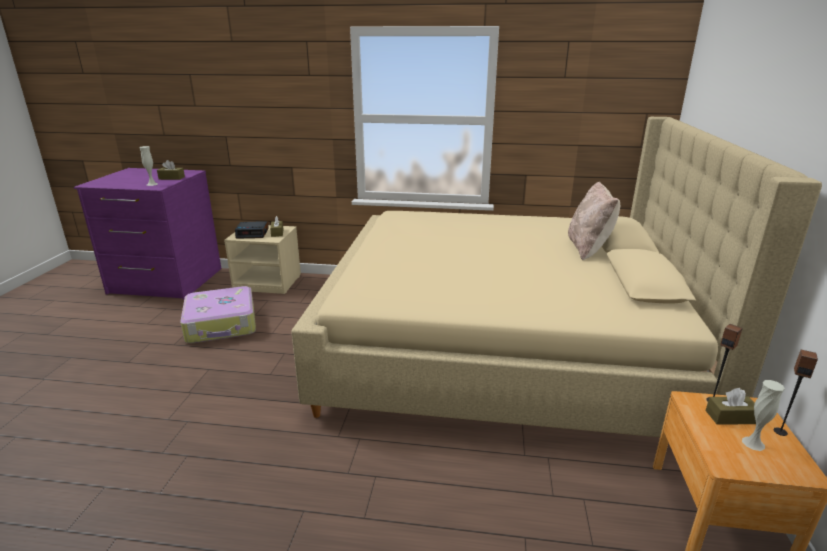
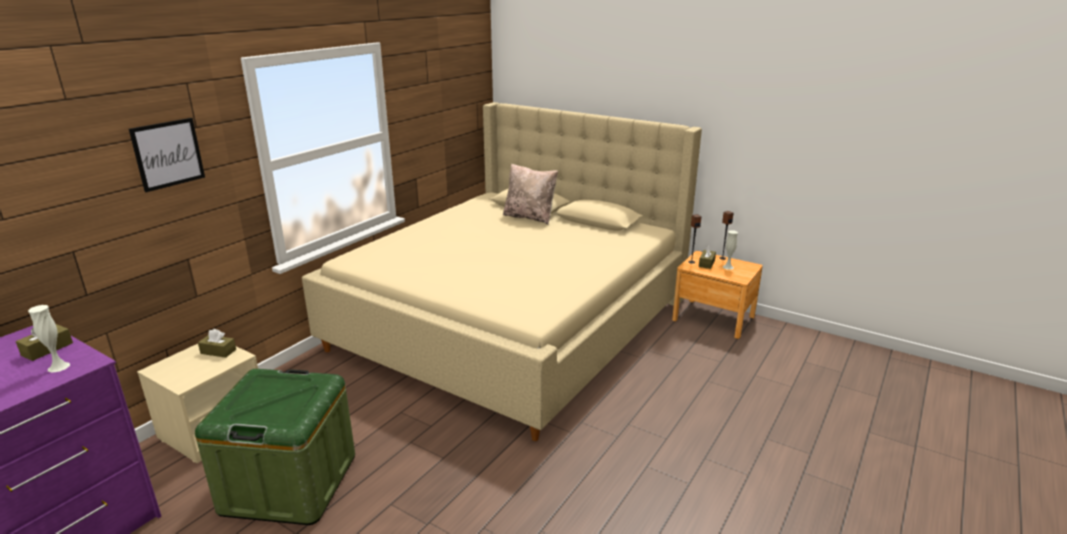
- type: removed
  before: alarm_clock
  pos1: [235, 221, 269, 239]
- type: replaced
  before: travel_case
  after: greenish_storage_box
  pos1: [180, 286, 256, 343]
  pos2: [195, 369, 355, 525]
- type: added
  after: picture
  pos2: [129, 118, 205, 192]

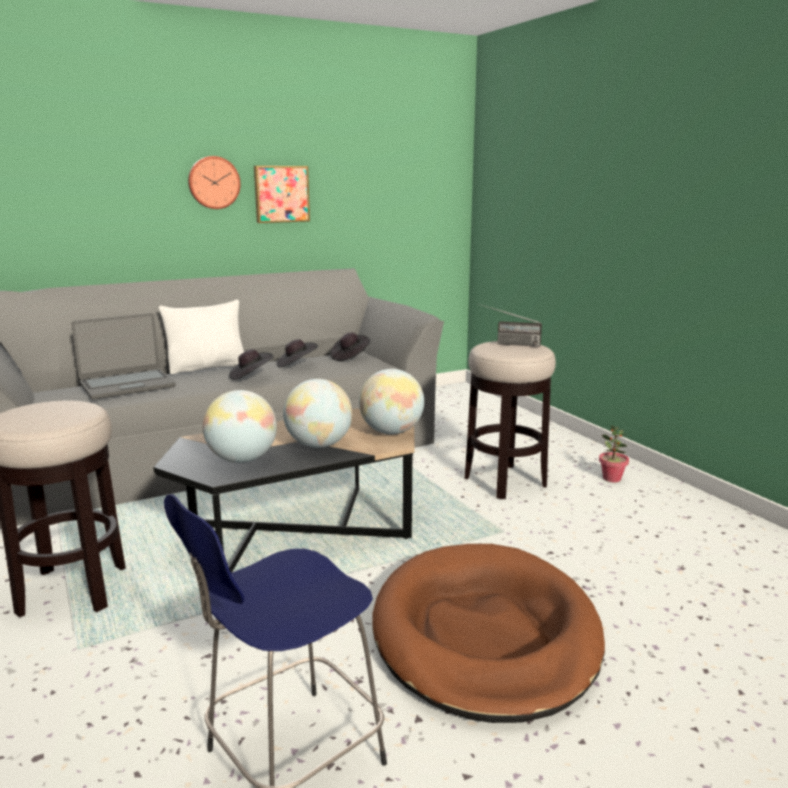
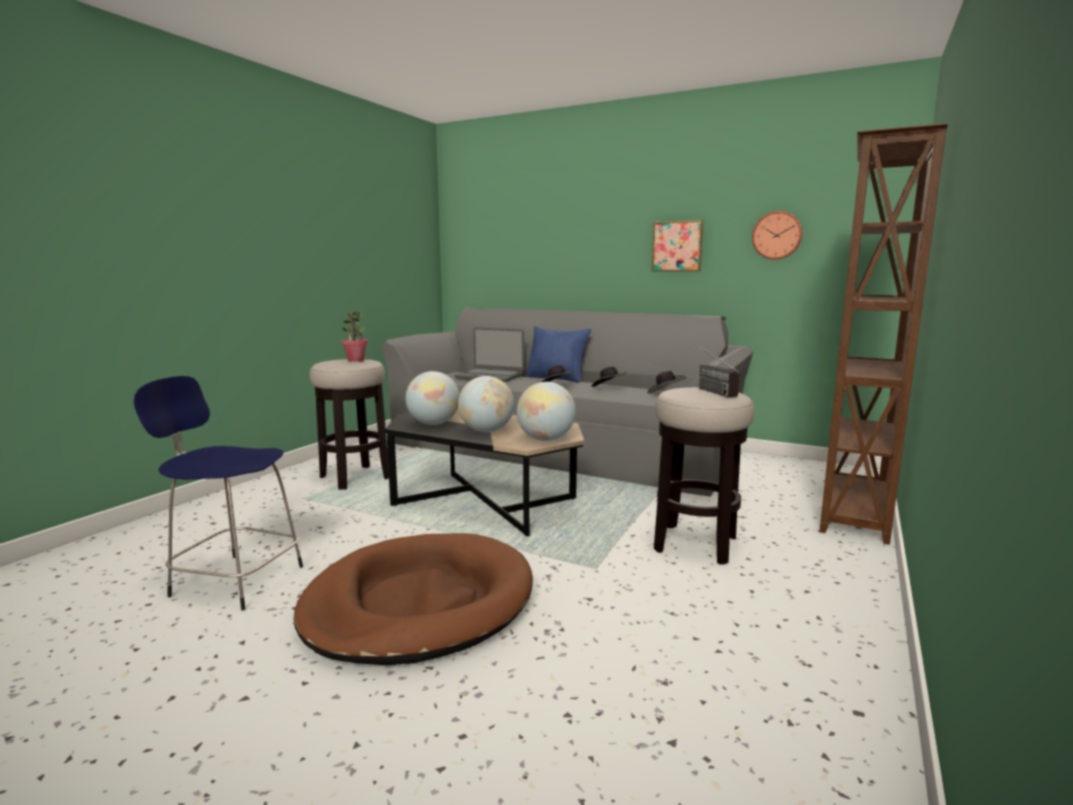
- type: moved
  before: wall_clock
  pos1: [188, 156, 241, 209]
  pos2: [752, 211, 802, 260]
- type: recoloured
  before: white-coloured_cushion
  after: bluish_cushion
  pos1: [159, 300, 244, 374]
  pos2: [526, 326, 591, 383]
- type: moved
  before: plant_in_a_pot
  pos1: [599, 425, 629, 482]
  pos2: [341, 312, 368, 362]
- type: added
  after: brown-coloured_shelving_unit
  pos2: [819, 123, 948, 545]

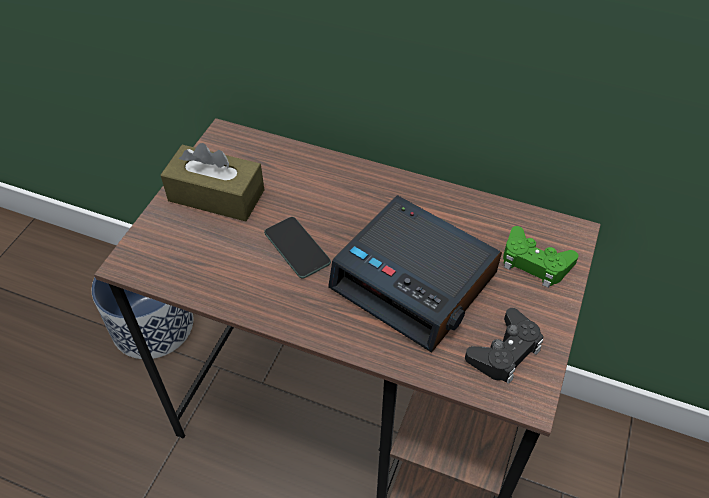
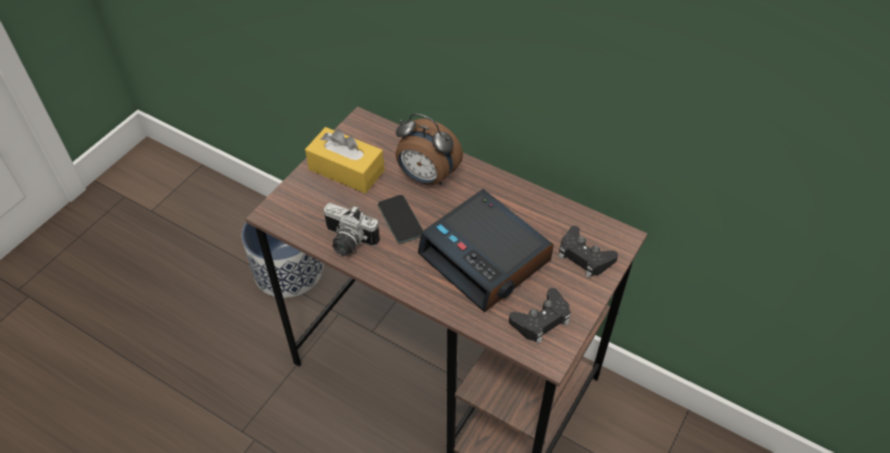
- type: recoloured
  before: brown-coloured_box_of_tissues
  after: yellow-coloured_box_of_tissues
  pos1: [161, 143, 264, 221]
  pos2: [305, 127, 385, 194]
- type: recoloured
  before: greenish_gamepad
  after: black_gamepad
  pos1: [503, 226, 578, 288]
  pos2: [558, 226, 618, 278]
- type: added
  after: alarm_clock
  pos2: [395, 114, 463, 185]
- type: added
  after: still_camera
  pos2: [323, 203, 380, 256]

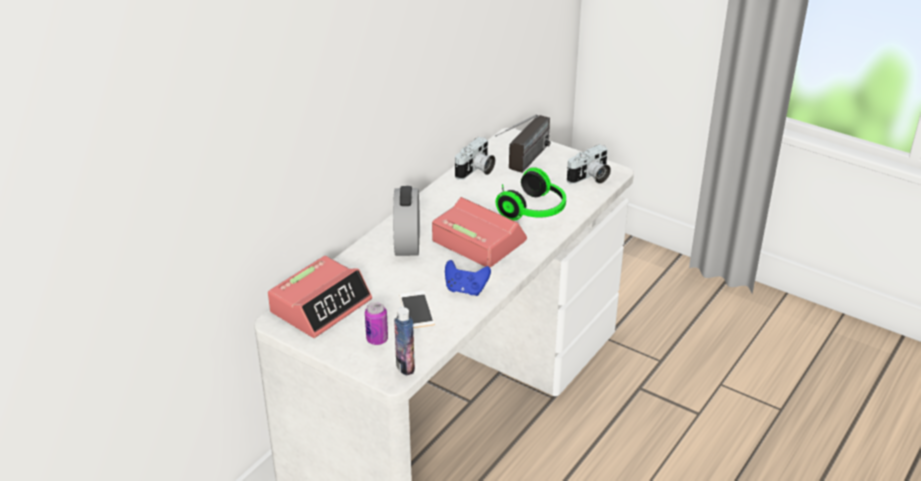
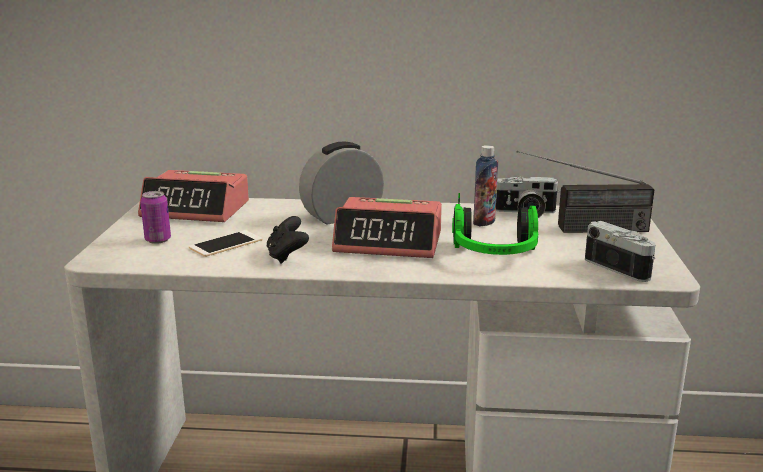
- type: turned
  before: still_camera
  pos1: [567, 144, 611, 184]
  pos2: [585, 221, 656, 282]
  turn: -150
- type: turned
  before: alarm_clock
  pos1: [432, 197, 527, 268]
  pos2: [332, 197, 442, 258]
  turn: 90
- type: recoloured
  before: bluish_gamepad
  after: black_gamepad
  pos1: [445, 260, 491, 296]
  pos2: [266, 216, 309, 264]
- type: moved
  before: drink_bottle
  pos1: [394, 307, 415, 375]
  pos2: [473, 145, 498, 227]

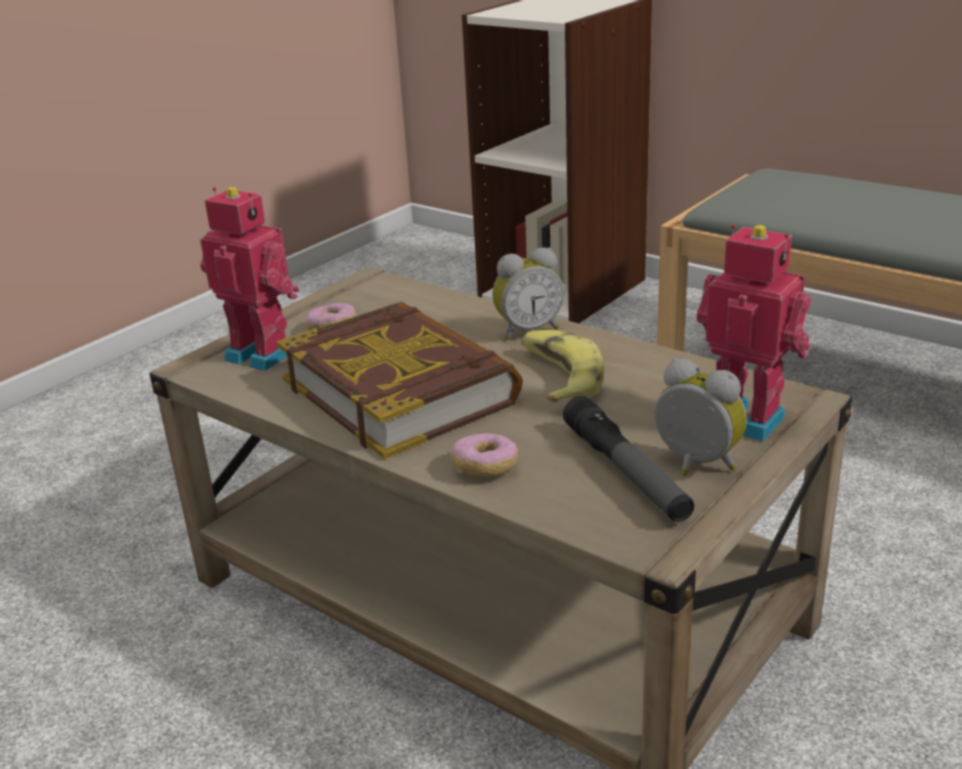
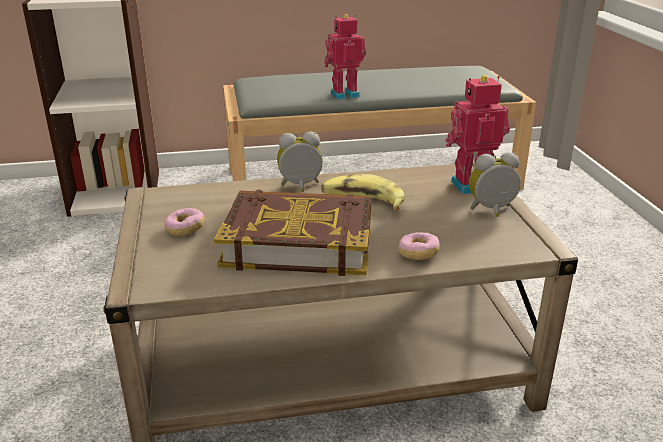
- type: moved
  before: toy_robot
  pos1: [200, 187, 300, 371]
  pos2: [324, 14, 366, 100]
- type: turned
  before: alarm_clock
  pos1: [492, 247, 564, 340]
  pos2: [277, 132, 323, 192]
  turn: -120
- type: removed
  before: torch
  pos1: [563, 396, 694, 522]

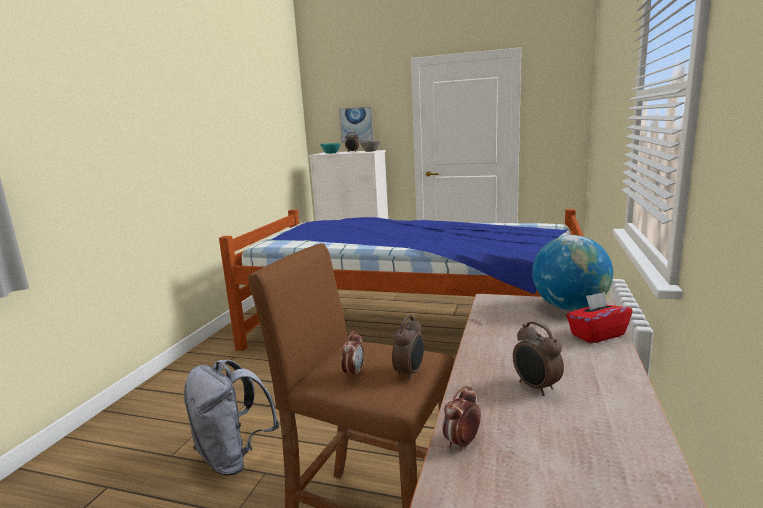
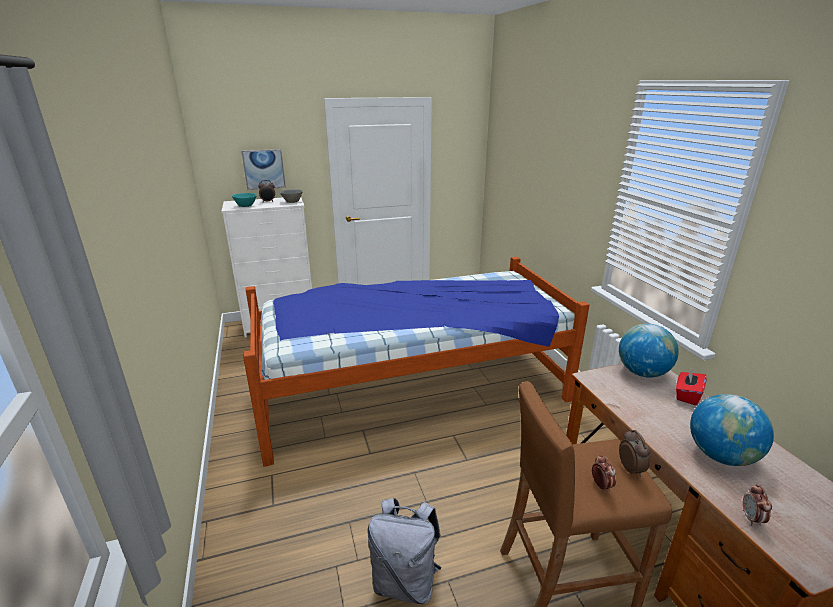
- type: replaced
  before: alarm_clock
  after: globe
  pos1: [513, 321, 564, 396]
  pos2: [690, 394, 774, 466]

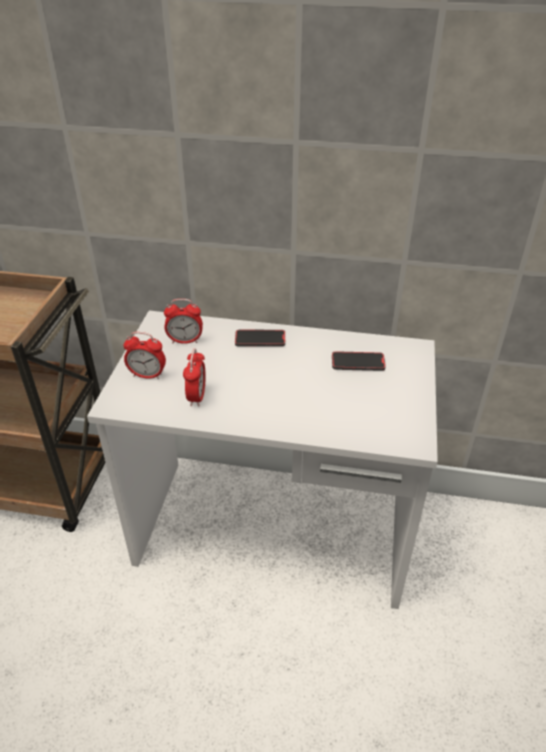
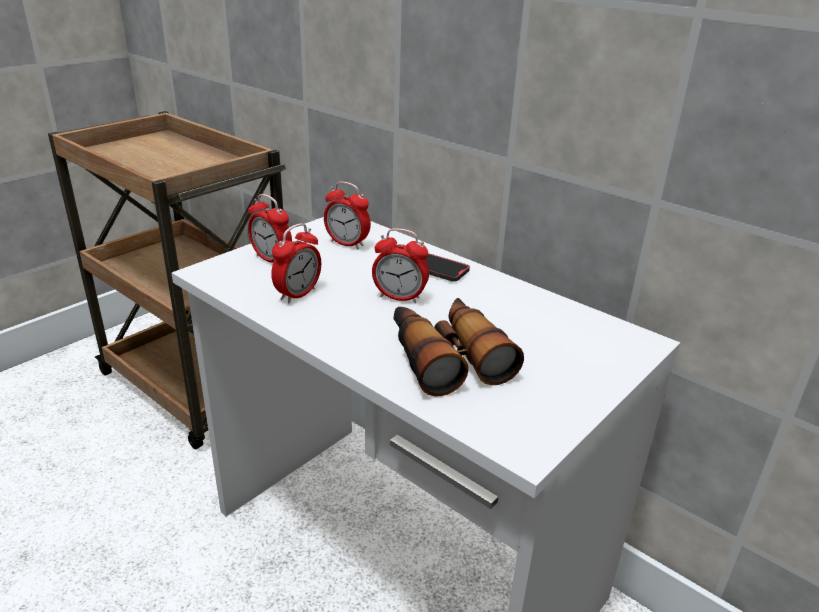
- type: removed
  before: telephone
  pos1: [332, 351, 386, 371]
- type: added
  after: alarm_clock
  pos2: [372, 228, 429, 303]
- type: added
  after: pair_of_binoculars
  pos2: [393, 298, 524, 397]

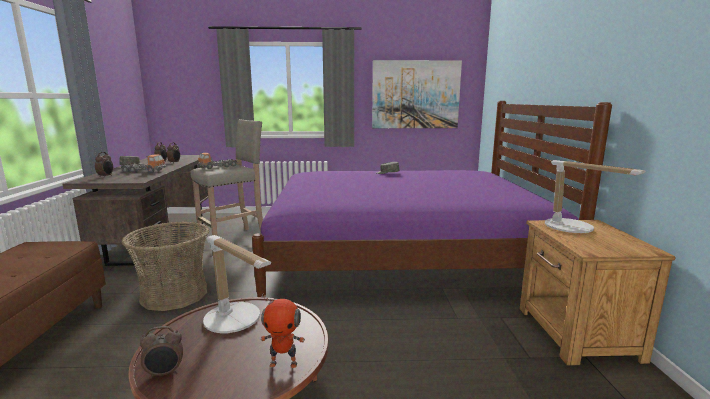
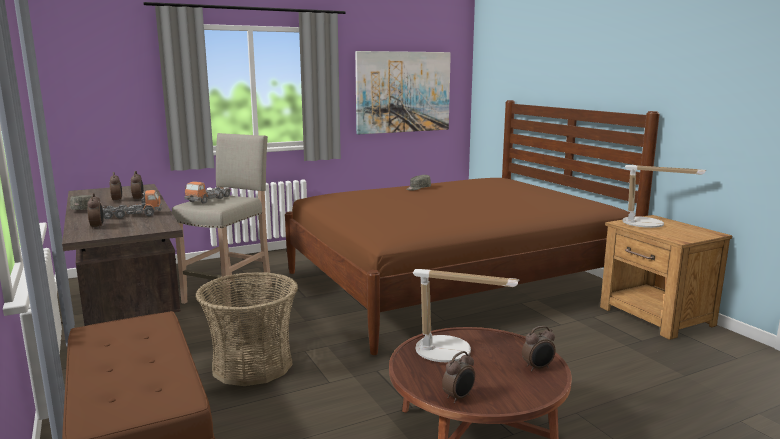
- type: recoloured
  before: purple-coloured_bedroom_bed
  after: brown-coloured_bedroom_bed
  pos1: [252, 101, 612, 298]
  pos2: [285, 100, 660, 355]
- type: replaced
  before: toy_robot
  after: alarm_clock
  pos1: [260, 293, 305, 368]
  pos2: [522, 326, 555, 372]

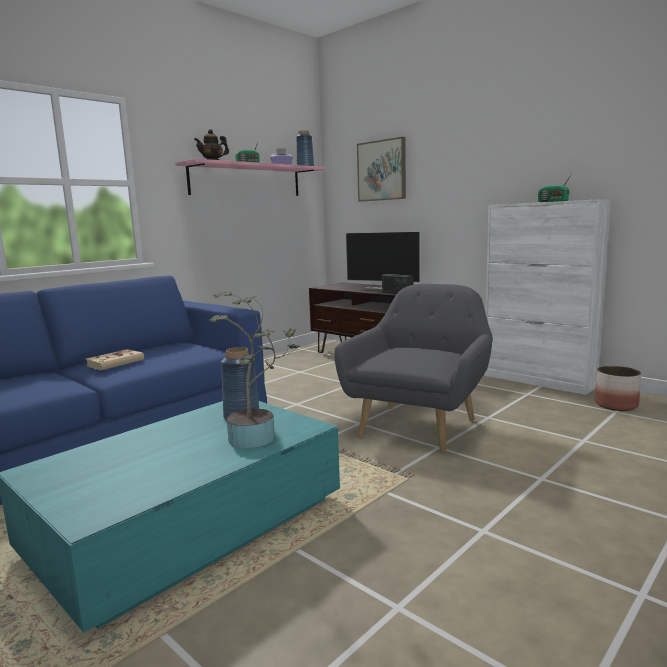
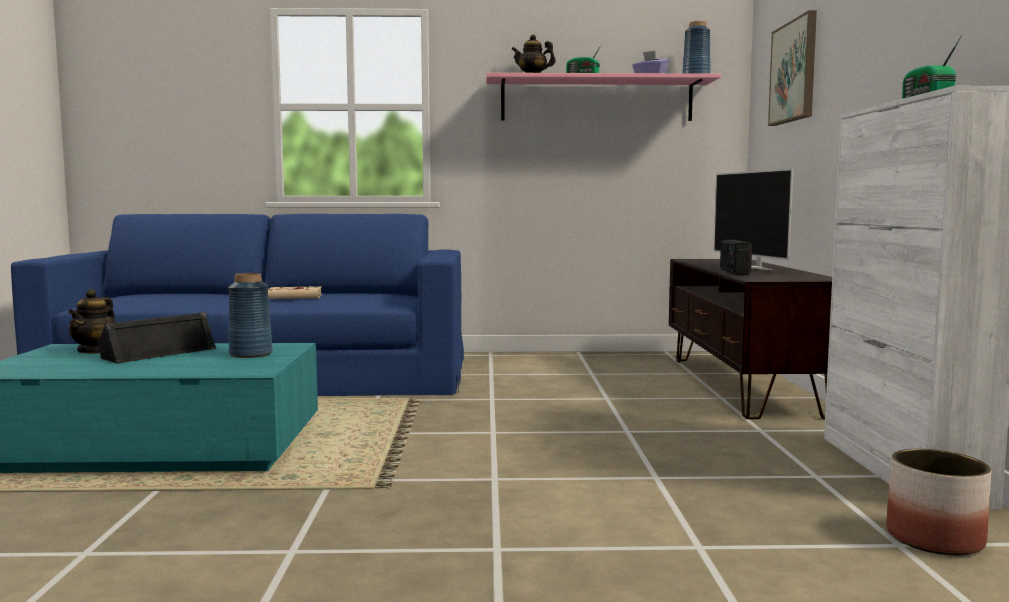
- type: removed
  before: greyish_easy_chair
  pos1: [334, 284, 493, 453]
- type: removed
  before: plant_in_a_pot
  pos1: [209, 292, 300, 448]
- type: added
  after: tea_pot
  pos2: [68, 289, 115, 354]
- type: added
  after: black_speaker
  pos2: [97, 312, 216, 364]

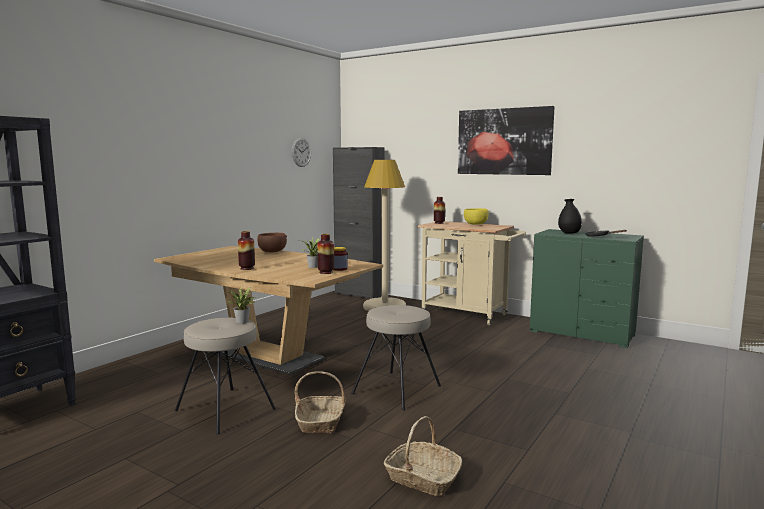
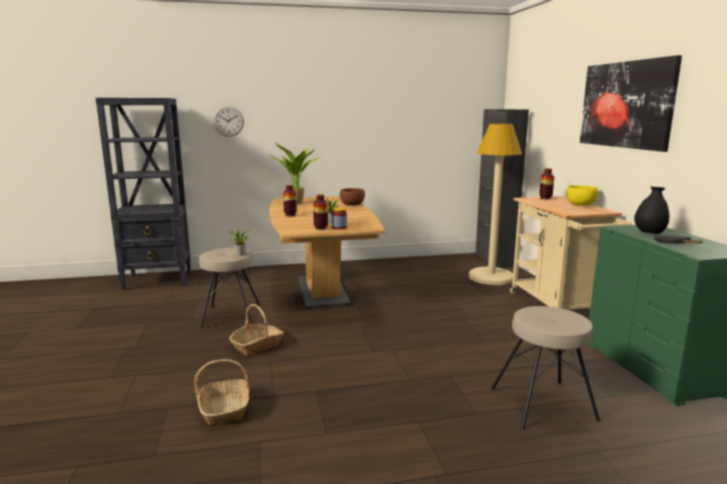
- type: moved
  before: wall_clock
  pos1: [292, 138, 311, 167]
  pos2: [213, 106, 244, 137]
- type: moved
  before: beige-coloured_sitting_stool
  pos1: [351, 305, 441, 411]
  pos2: [491, 306, 600, 429]
- type: added
  after: plant_in_a_pot
  pos2: [270, 142, 321, 204]

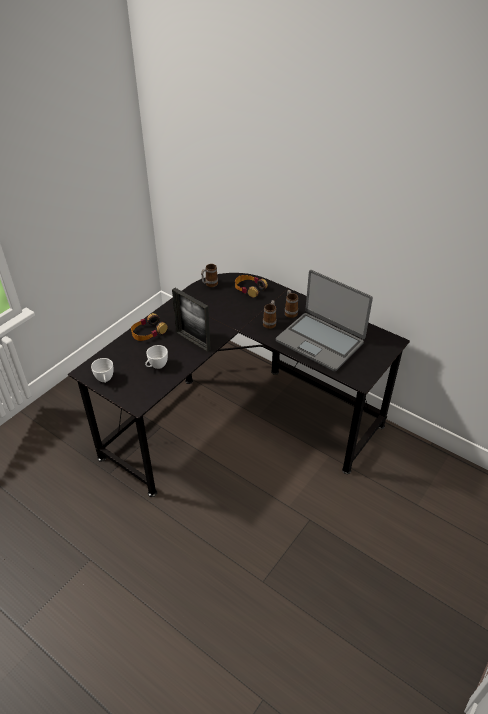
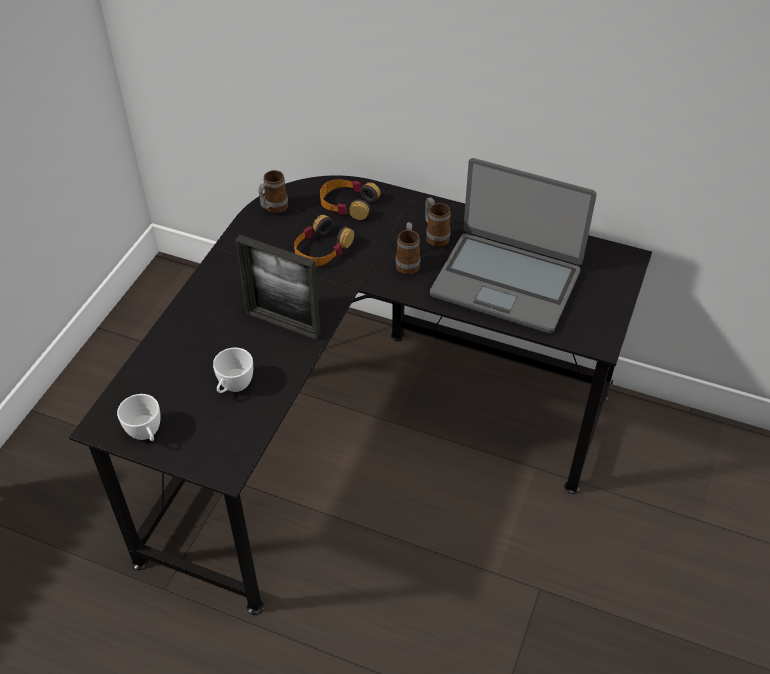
- type: moved
  before: headset
  pos1: [131, 313, 168, 341]
  pos2: [294, 215, 354, 267]

